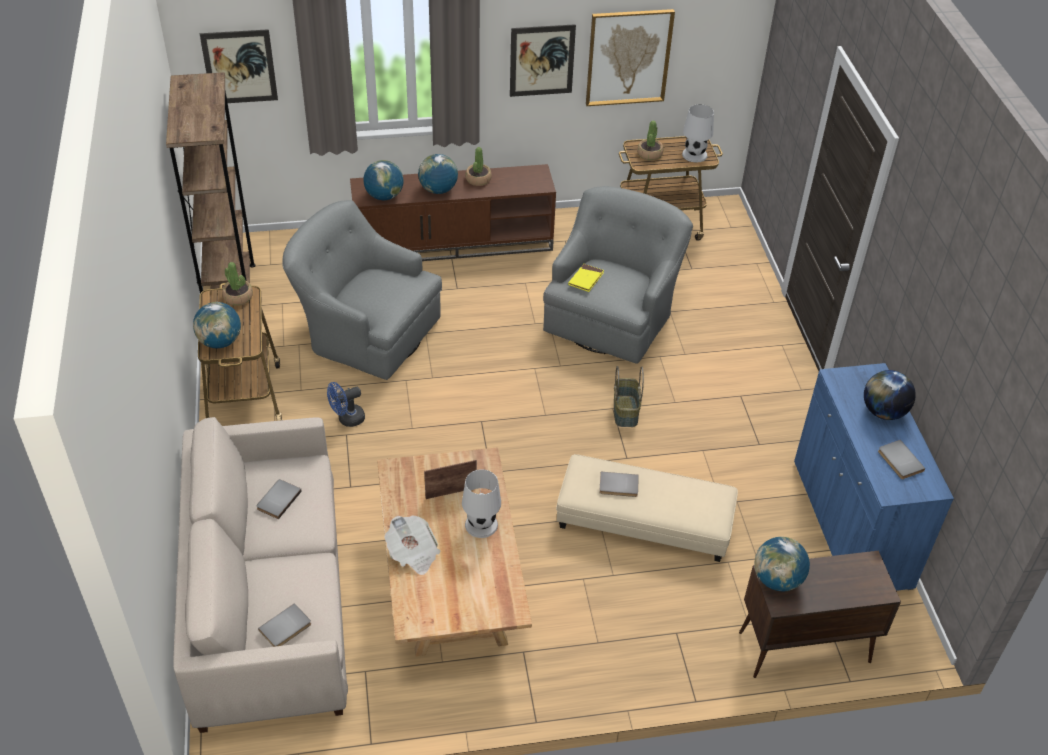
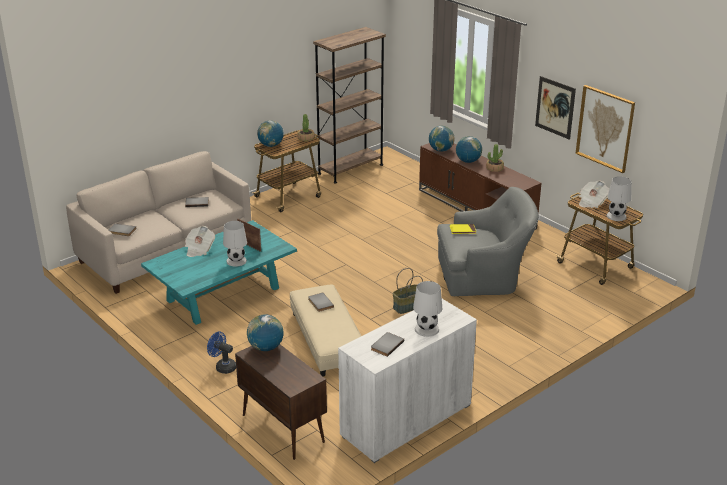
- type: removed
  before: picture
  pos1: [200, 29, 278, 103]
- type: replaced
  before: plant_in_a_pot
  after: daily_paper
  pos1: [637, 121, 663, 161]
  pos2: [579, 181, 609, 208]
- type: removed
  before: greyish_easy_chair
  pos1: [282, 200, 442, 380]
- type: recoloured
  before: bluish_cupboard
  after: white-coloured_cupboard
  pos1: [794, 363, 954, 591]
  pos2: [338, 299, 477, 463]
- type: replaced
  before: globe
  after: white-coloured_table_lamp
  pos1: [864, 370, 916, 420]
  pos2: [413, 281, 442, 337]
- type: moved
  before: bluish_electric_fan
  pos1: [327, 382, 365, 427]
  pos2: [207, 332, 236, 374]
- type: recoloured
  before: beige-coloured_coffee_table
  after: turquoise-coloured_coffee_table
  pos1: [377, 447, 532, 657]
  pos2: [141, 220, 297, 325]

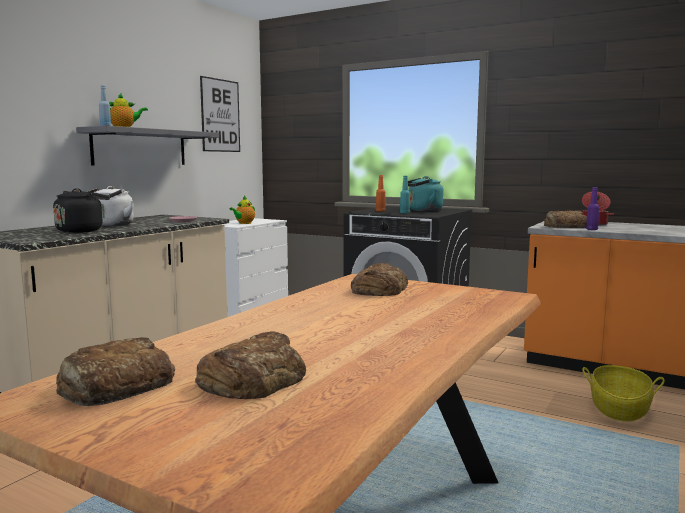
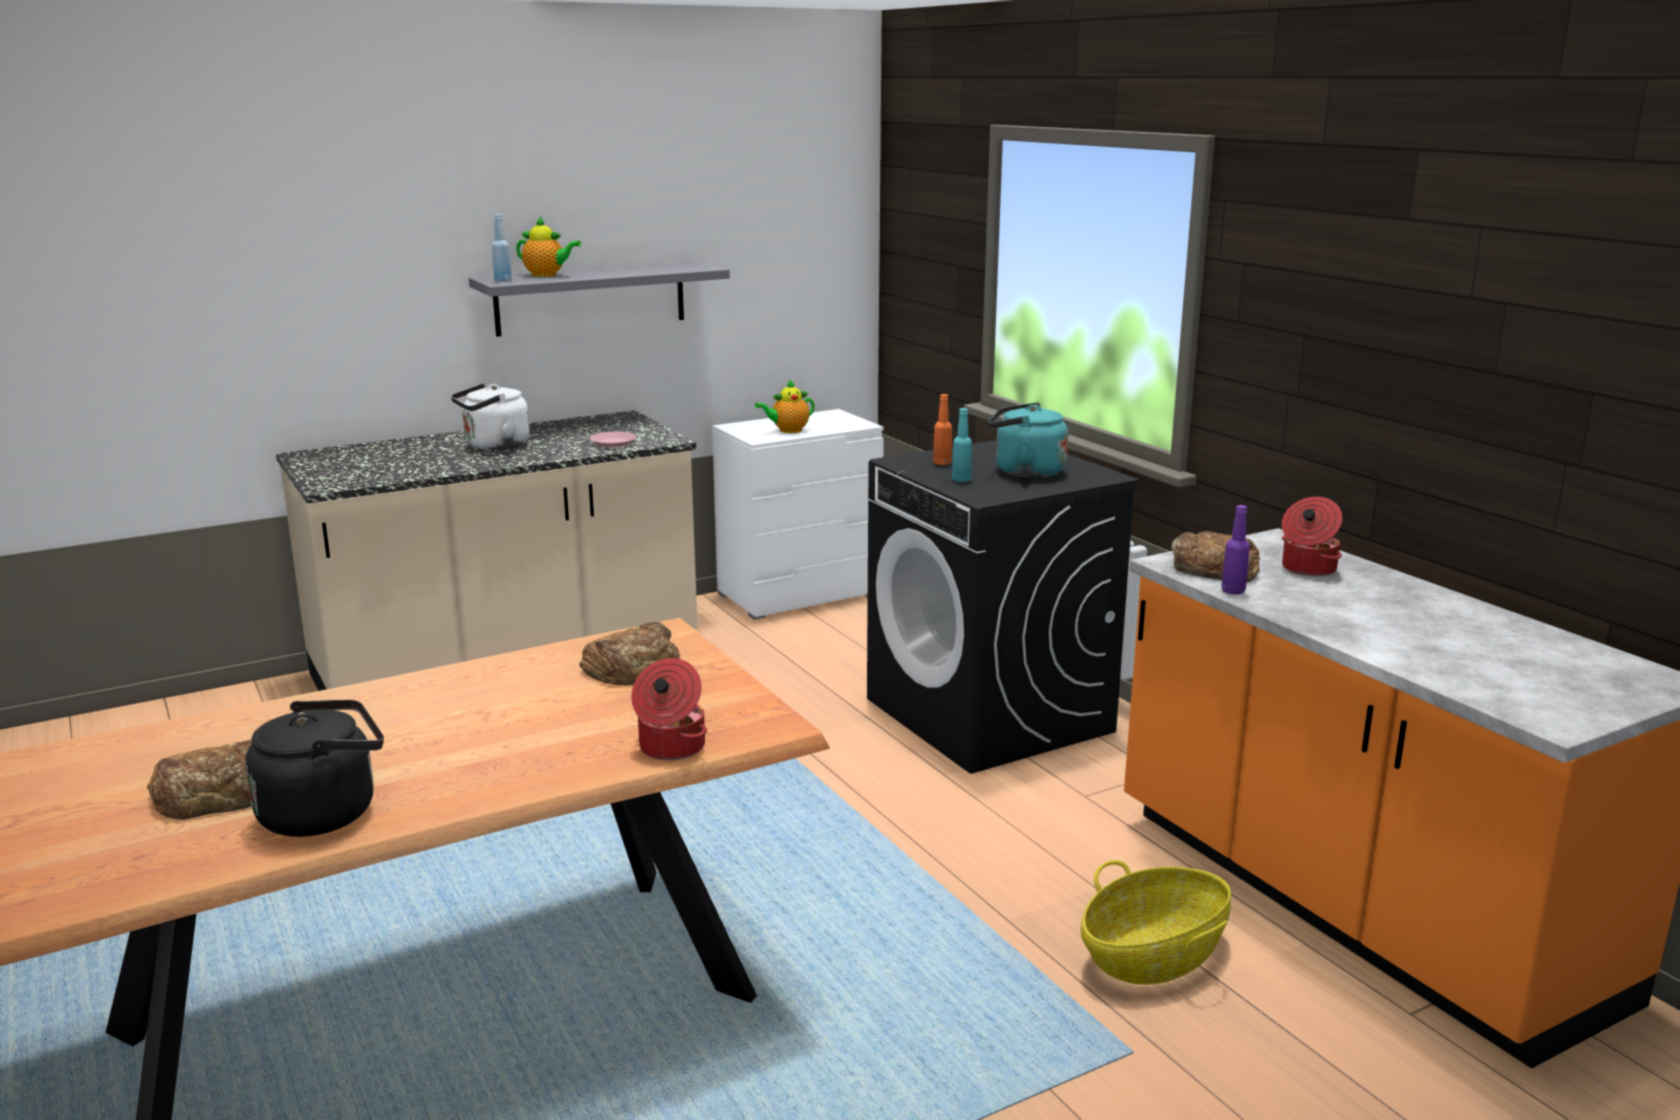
- type: removed
  before: picture
  pos1: [200, 76, 240, 152]
- type: moved
  before: black_water_kettle
  pos1: [53, 188, 110, 233]
  pos2: [245, 700, 384, 837]
- type: removed
  before: baked_bread
  pos1: [56, 337, 175, 406]
- type: added
  after: stockpot
  pos2: [631, 658, 707, 761]

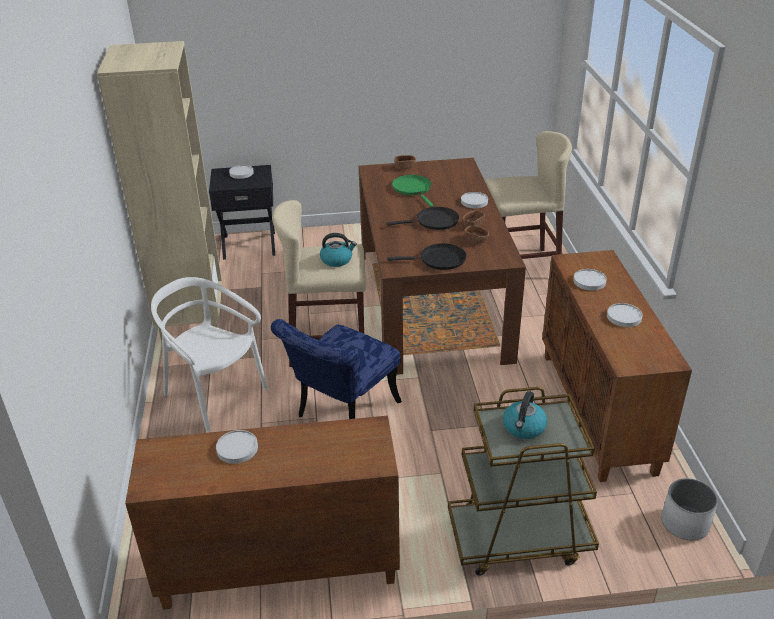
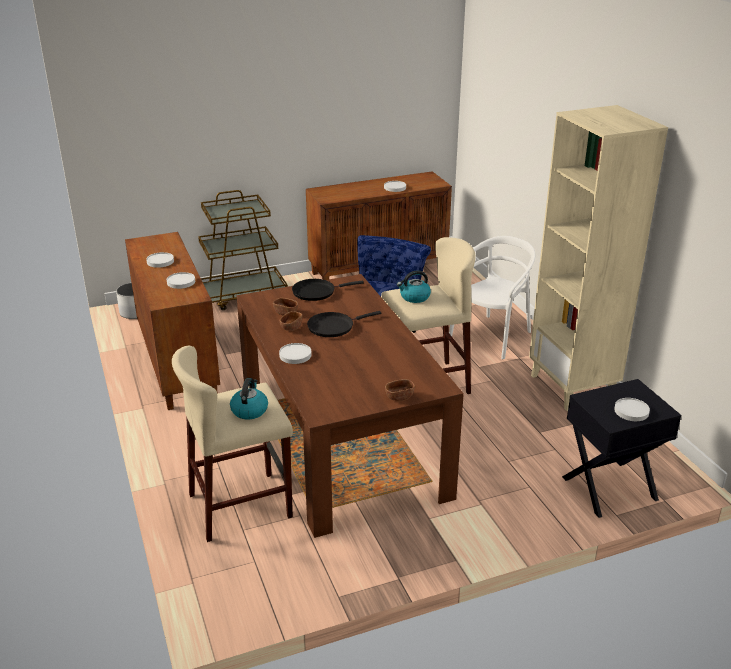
- type: removed
  before: greenish_skillet
  pos1: [392, 175, 433, 207]
- type: turned
  before: white-coloured_upright_chair
  pos1: [151, 277, 268, 432]
  pos2: [449, 236, 535, 359]
  turn: -75
- type: moved
  before: water_kettle
  pos1: [503, 391, 547, 439]
  pos2: [230, 378, 268, 419]

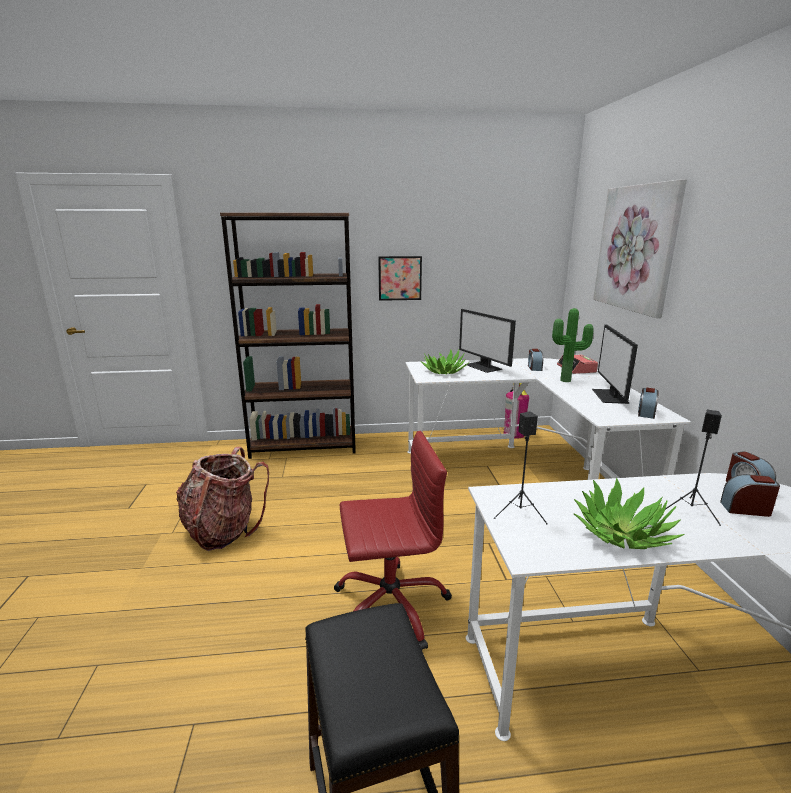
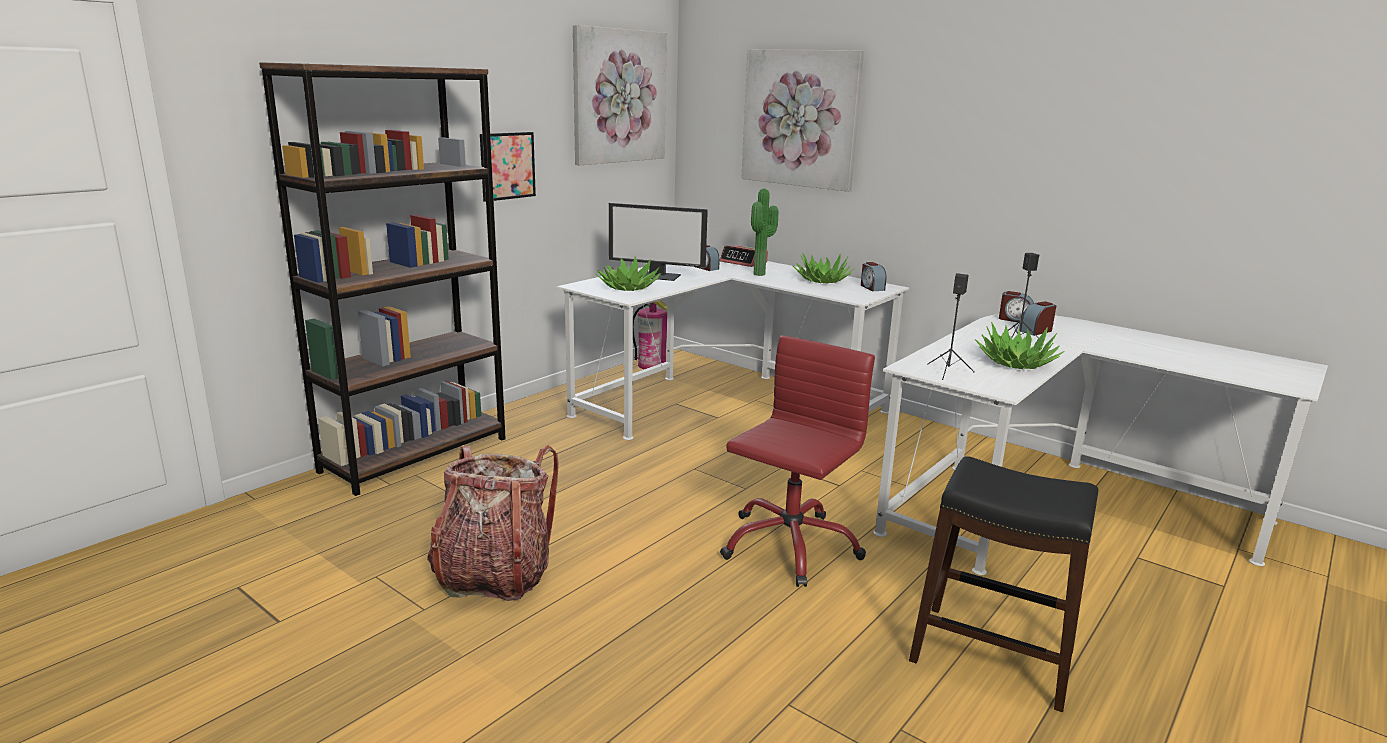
- type: replaced
  before: computer_display
  after: plant_in_a_pot
  pos1: [592, 325, 638, 404]
  pos2: [793, 254, 854, 284]
- type: added
  after: picture
  pos2: [573, 25, 667, 165]

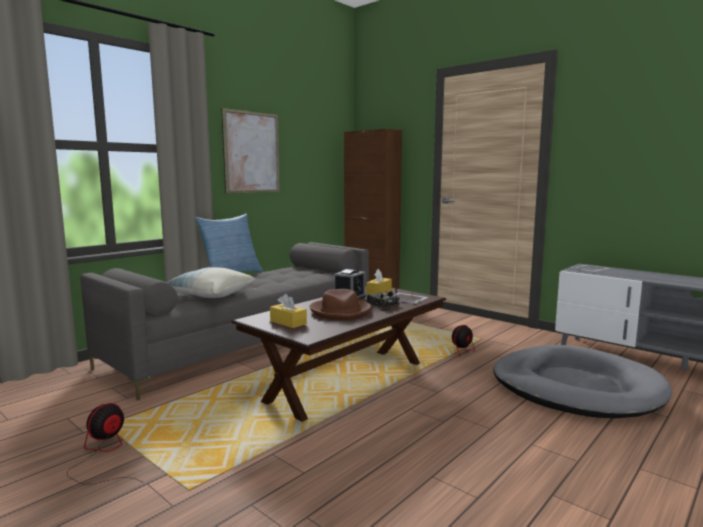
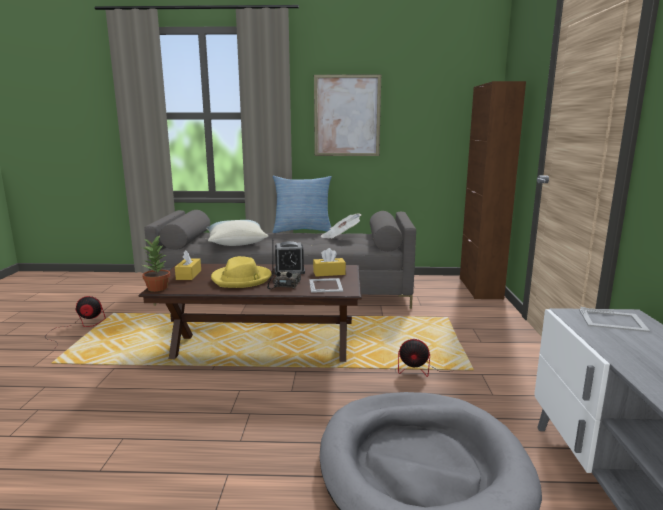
- type: recoloured
  before: brown-coloured_clothing_hat
  after: yellow-coloured_clothing_hat
  pos1: [309, 289, 372, 320]
  pos2: [211, 256, 272, 288]
- type: added
  after: daily_paper
  pos2: [321, 213, 361, 239]
- type: added
  after: plant_in_a_pot
  pos2: [142, 236, 170, 292]

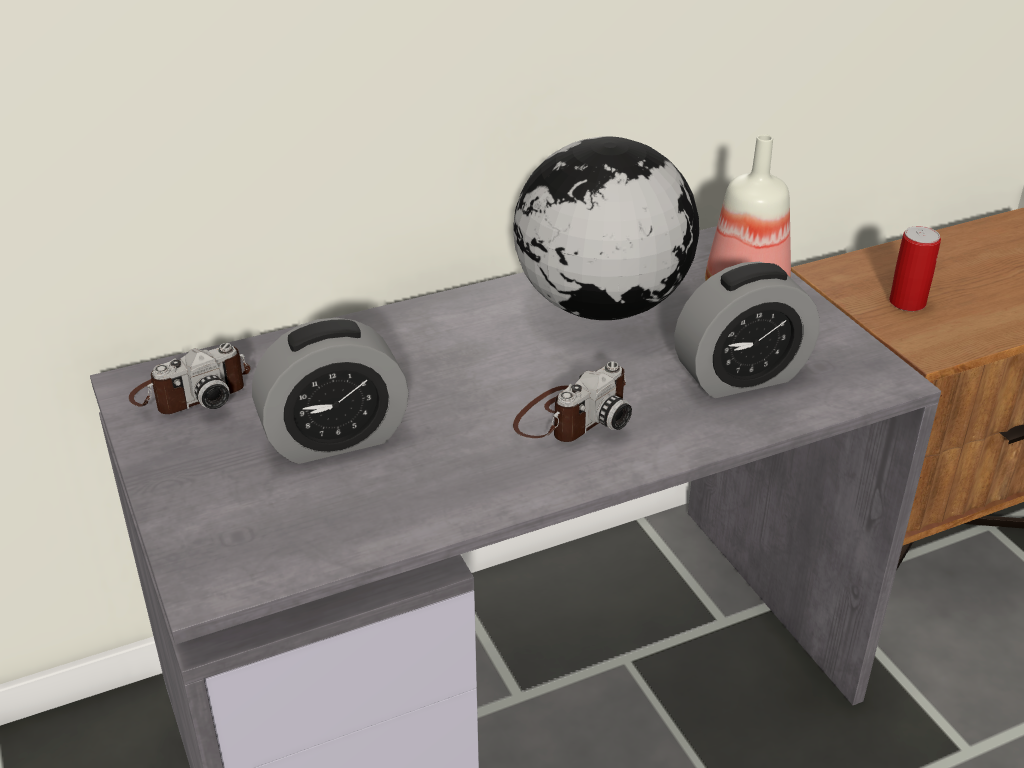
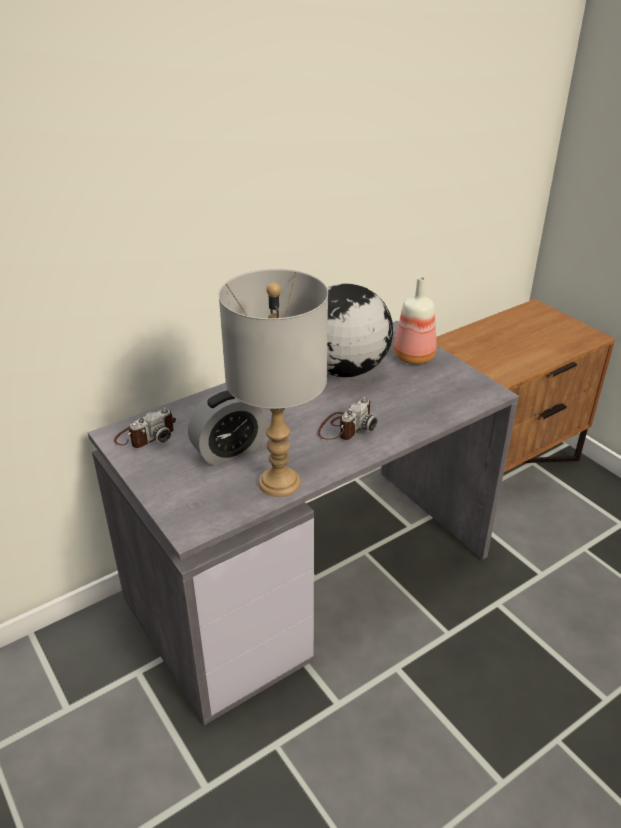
- type: removed
  before: can
  pos1: [889, 226, 941, 311]
- type: removed
  before: alarm_clock
  pos1: [674, 262, 820, 398]
- type: added
  after: greyish_table_lamp
  pos2: [219, 269, 328, 497]

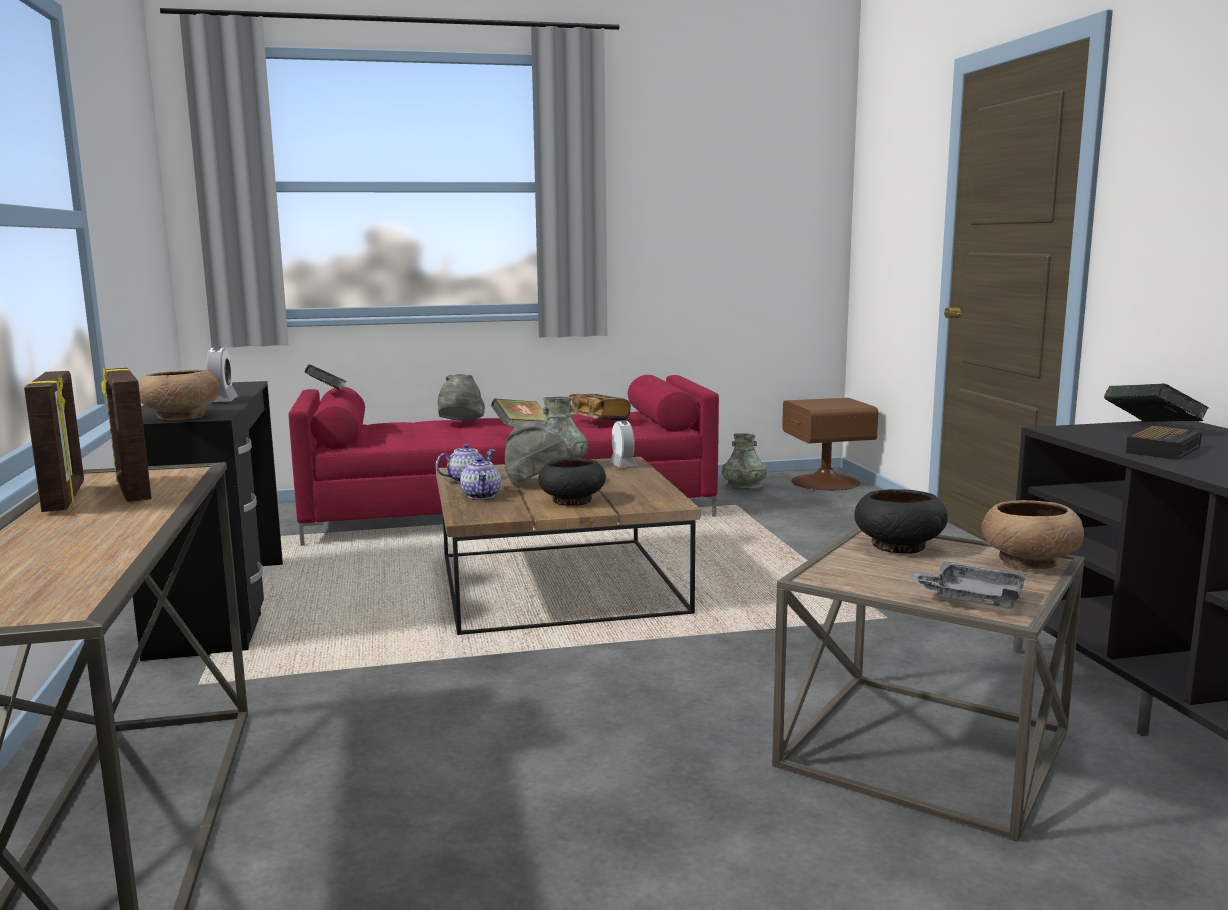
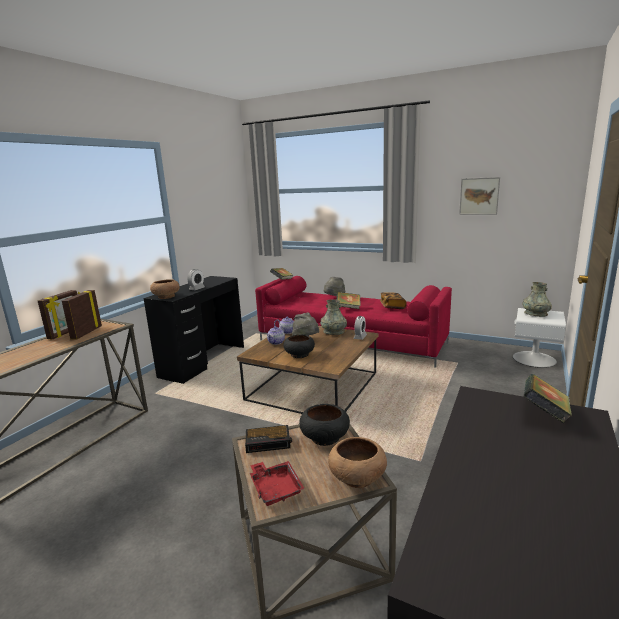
- type: recoloured
  before: brown-coloured_bedside_table
  after: white-coloured_bedside_table
  pos1: [782, 398, 878, 490]
  pos2: [513, 308, 566, 368]
- type: moved
  before: alarm_clock
  pos1: [1126, 426, 1202, 460]
  pos2: [245, 425, 292, 453]
- type: moved
  before: greyish_decorative_vase
  pos1: [722, 433, 766, 490]
  pos2: [522, 282, 552, 317]
- type: recoloured
  before: greyish_carrying_tray
  after: red_carrying_tray
  pos1: [910, 561, 1026, 609]
  pos2: [250, 461, 305, 506]
- type: added
  after: picture
  pos2: [459, 177, 500, 215]

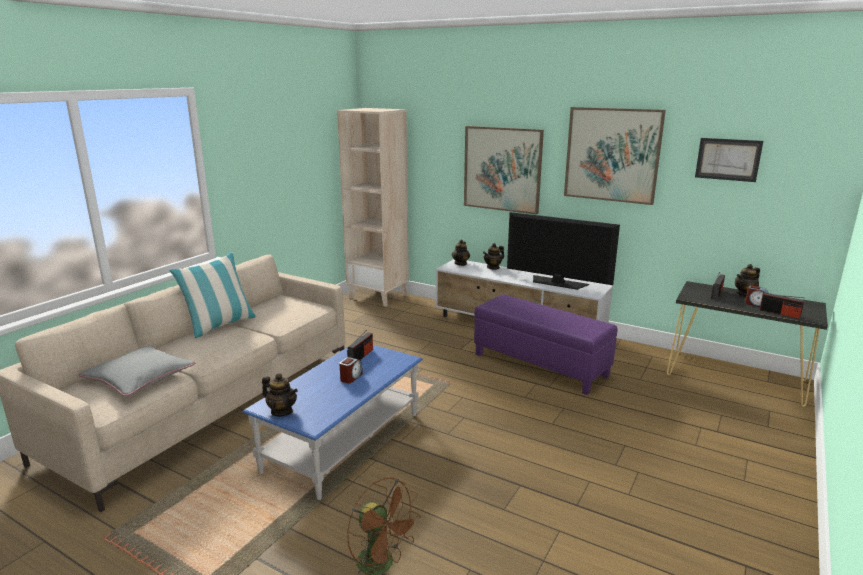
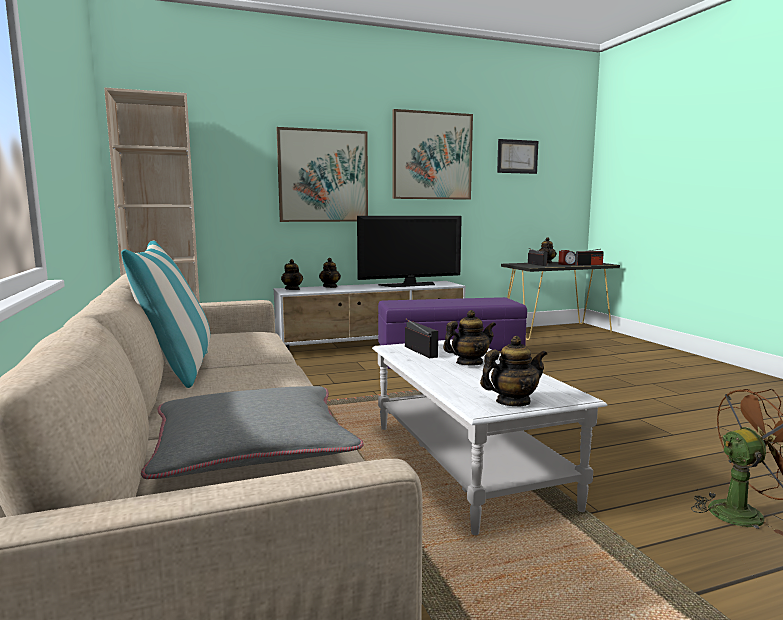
- type: recoloured
  before: bluish_coffee_table
  after: white-coloured_coffee_table
  pos1: [242, 345, 423, 500]
  pos2: [372, 339, 608, 535]
- type: replaced
  before: alarm_clock
  after: tea_pot
  pos1: [339, 357, 363, 384]
  pos2: [443, 310, 496, 365]

